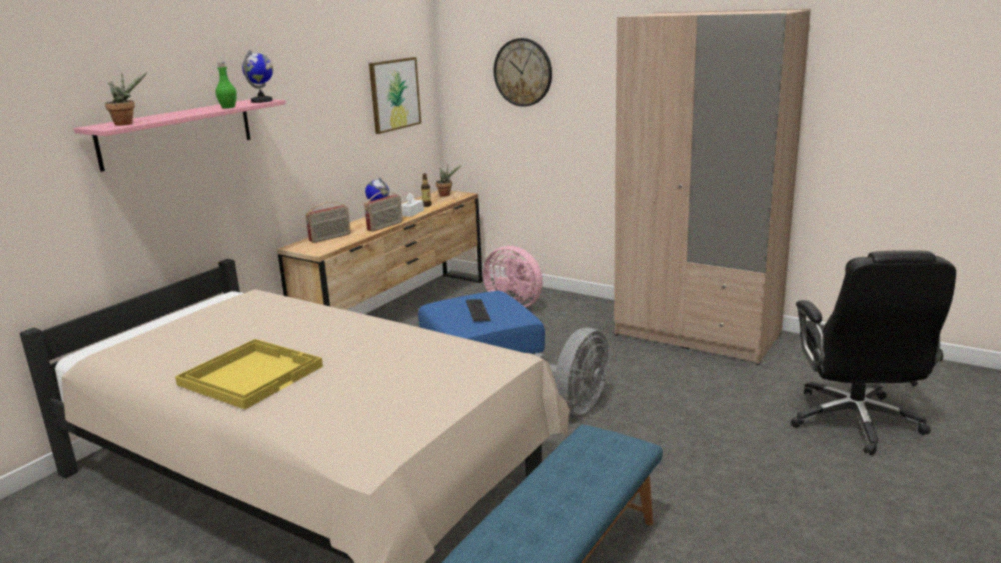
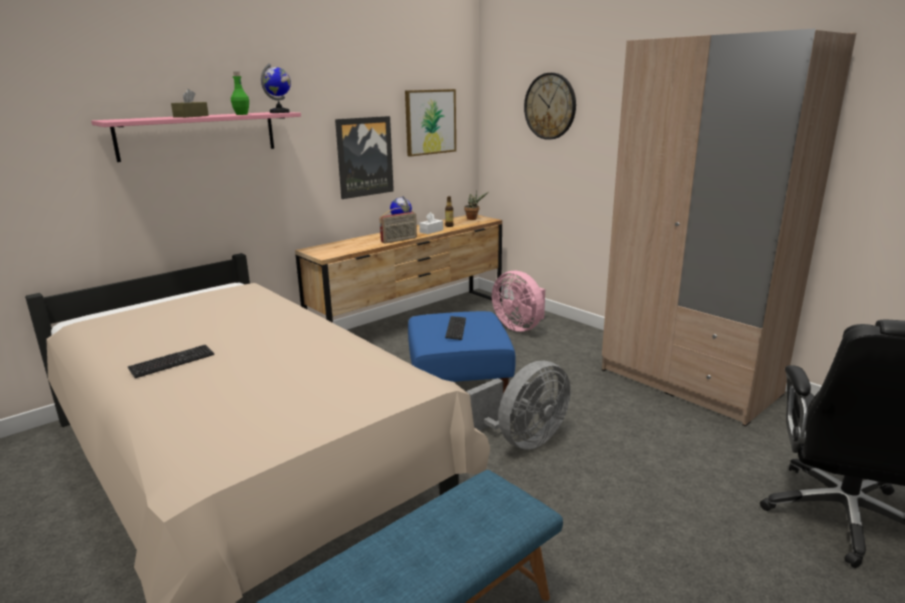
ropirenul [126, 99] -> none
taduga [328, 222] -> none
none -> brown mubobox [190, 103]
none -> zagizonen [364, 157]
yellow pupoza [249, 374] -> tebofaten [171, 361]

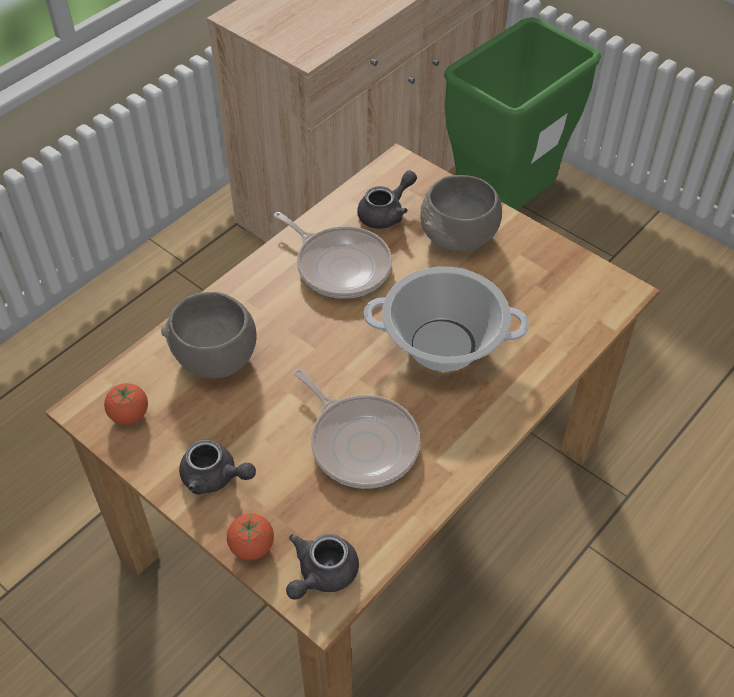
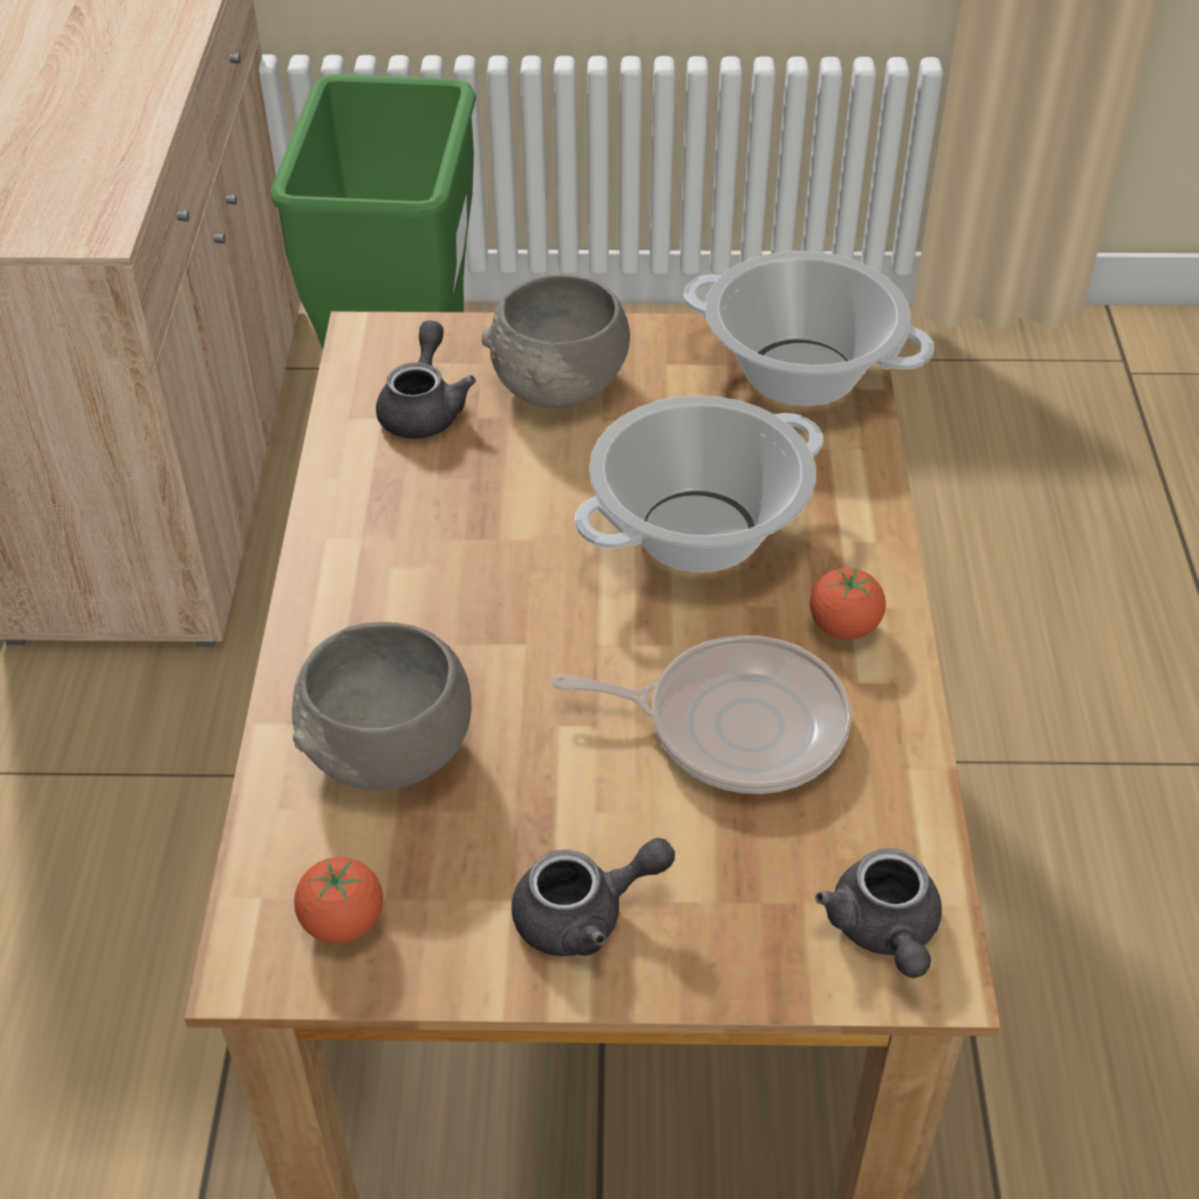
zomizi [333, 255] -> none
none -> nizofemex [808, 328]
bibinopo [250, 536] -> bibinopo [848, 603], move

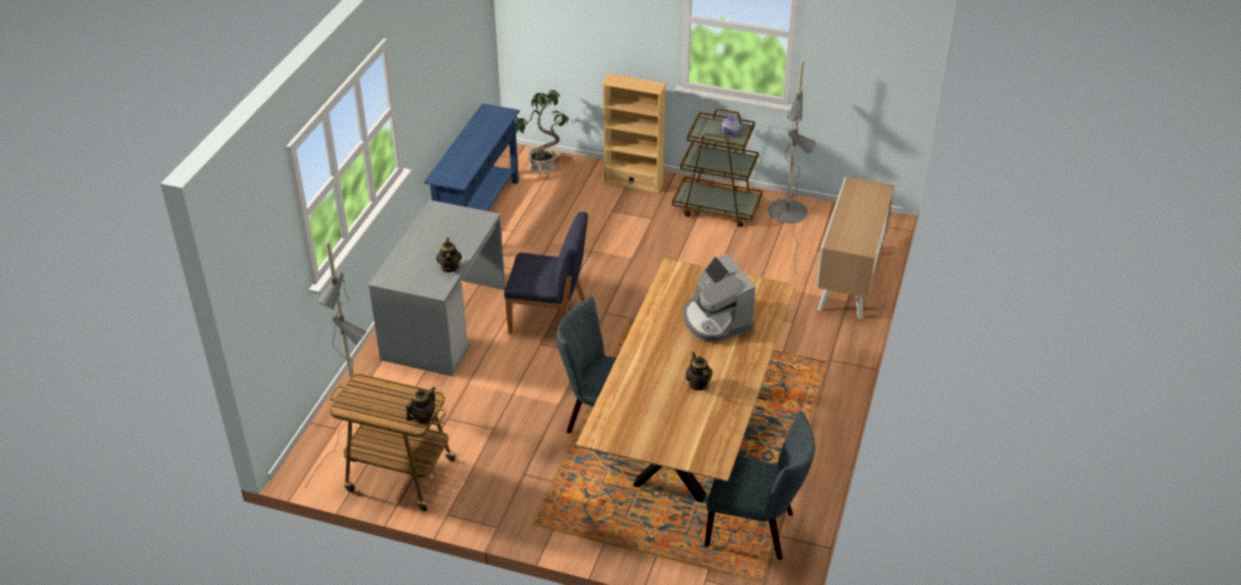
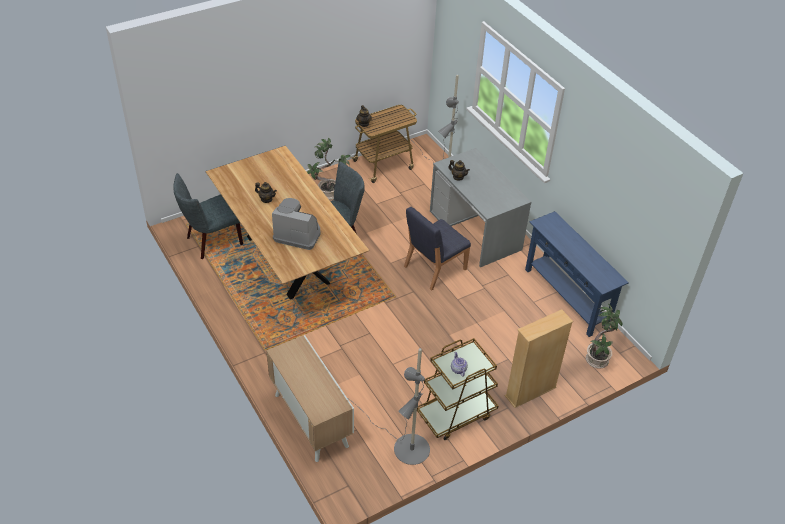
none -> ropirenul [329, 168]

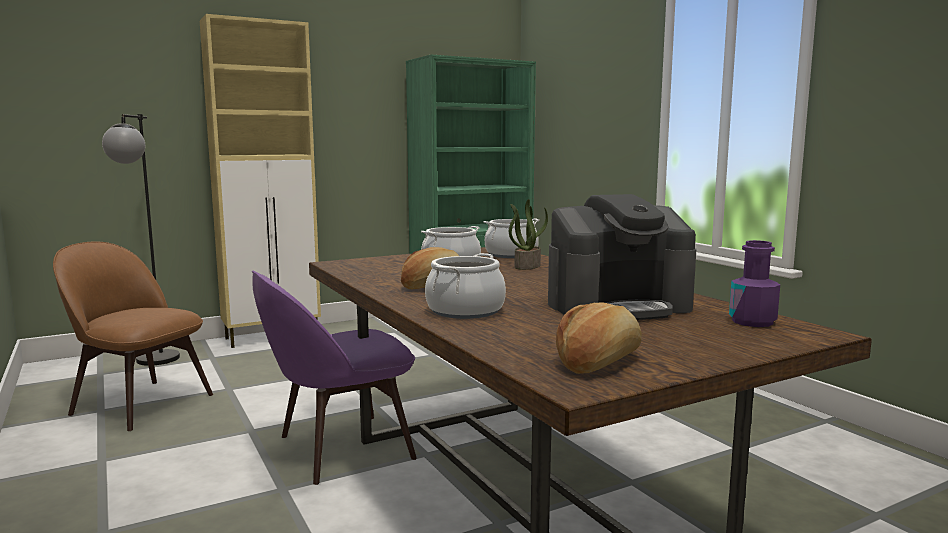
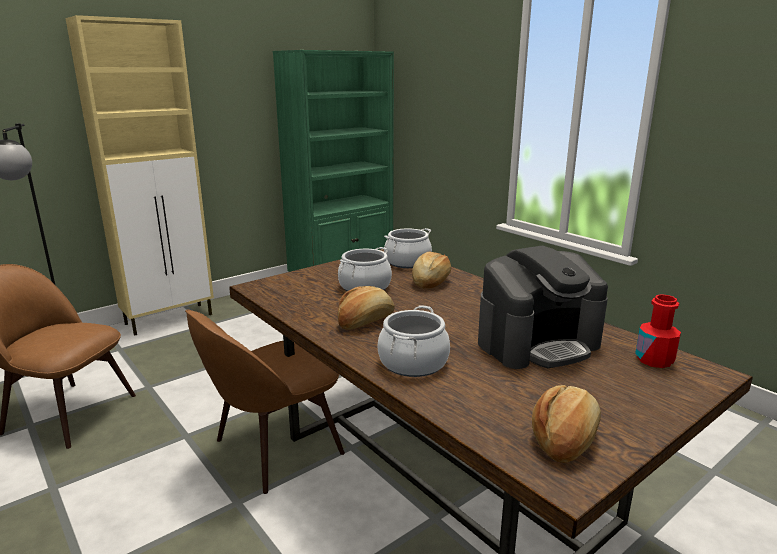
ropirenul [528, 234] -> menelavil [431, 270]
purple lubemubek [334, 378] -> brown lubemubek [265, 401]
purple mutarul [754, 283] -> red mutarul [658, 331]

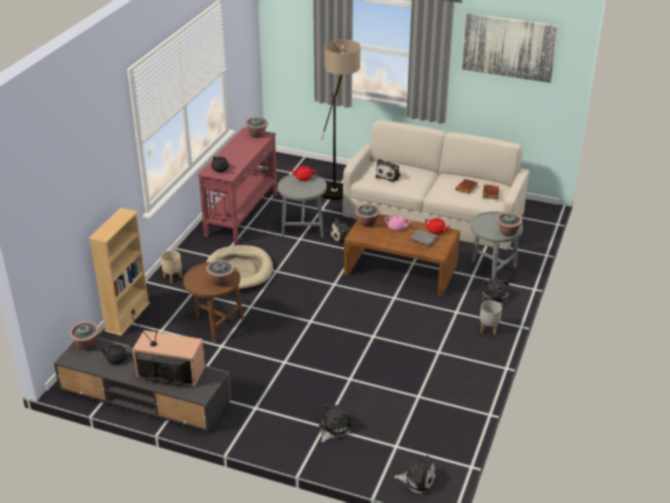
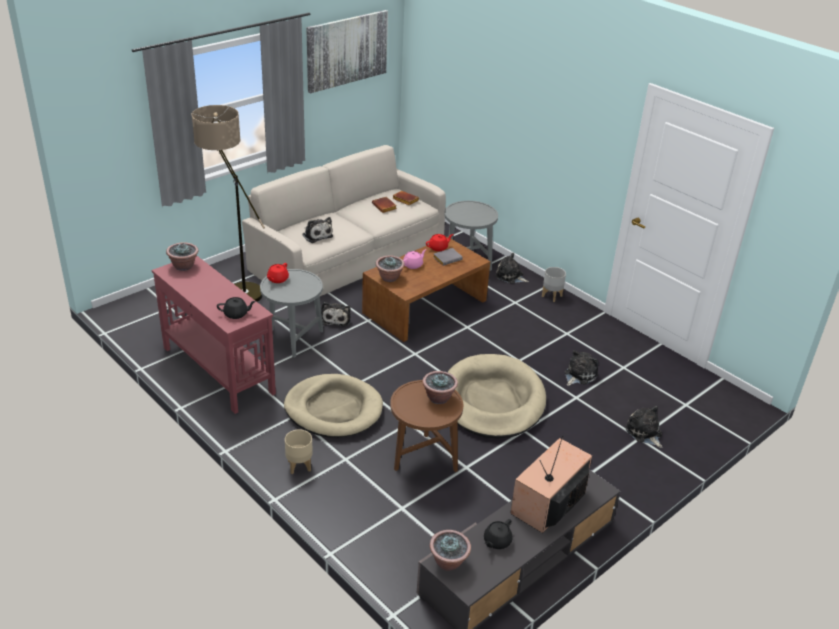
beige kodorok [119, 272] -> none
ropirenul [509, 224] -> none
none -> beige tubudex [497, 396]
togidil [415, 474] -> togidil [581, 368], move

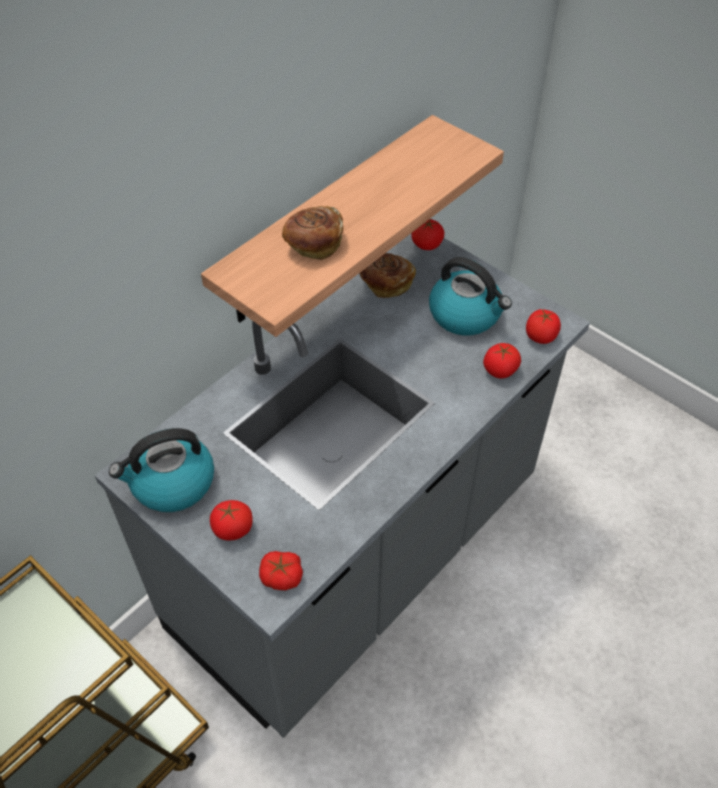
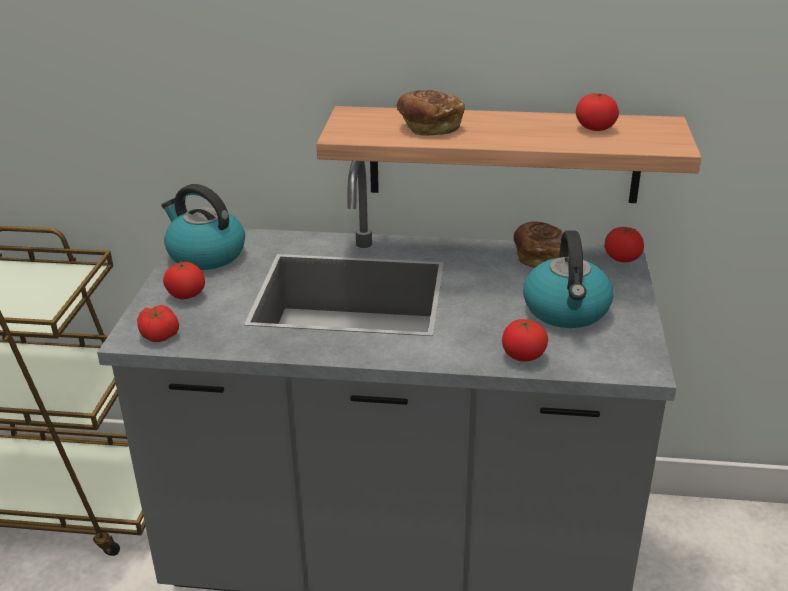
bibinopo [543, 326] -> bibinopo [597, 112], move

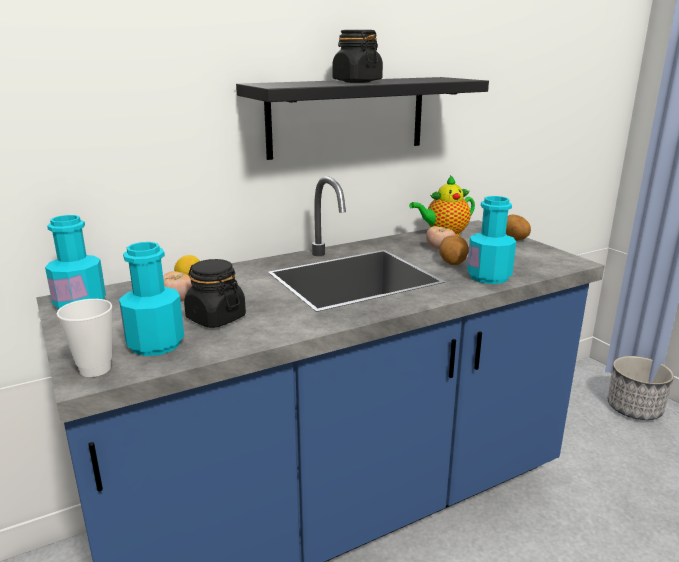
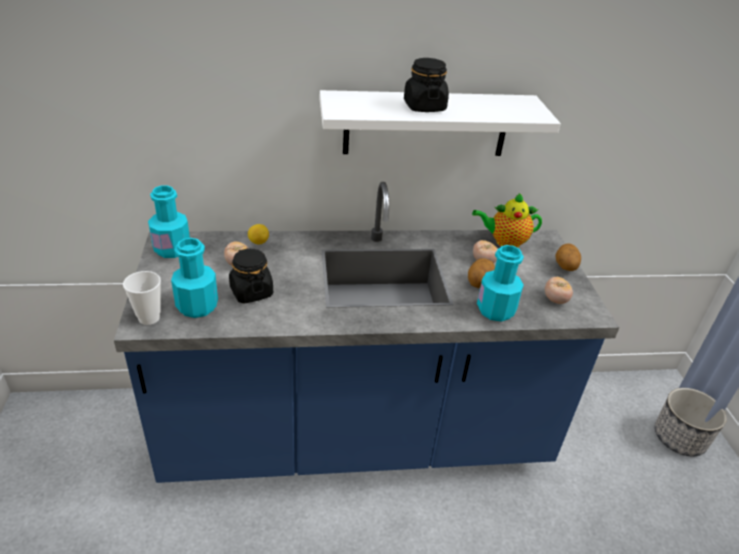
none -> bibinopo [559, 290]
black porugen [362, 118] -> white porugen [440, 123]

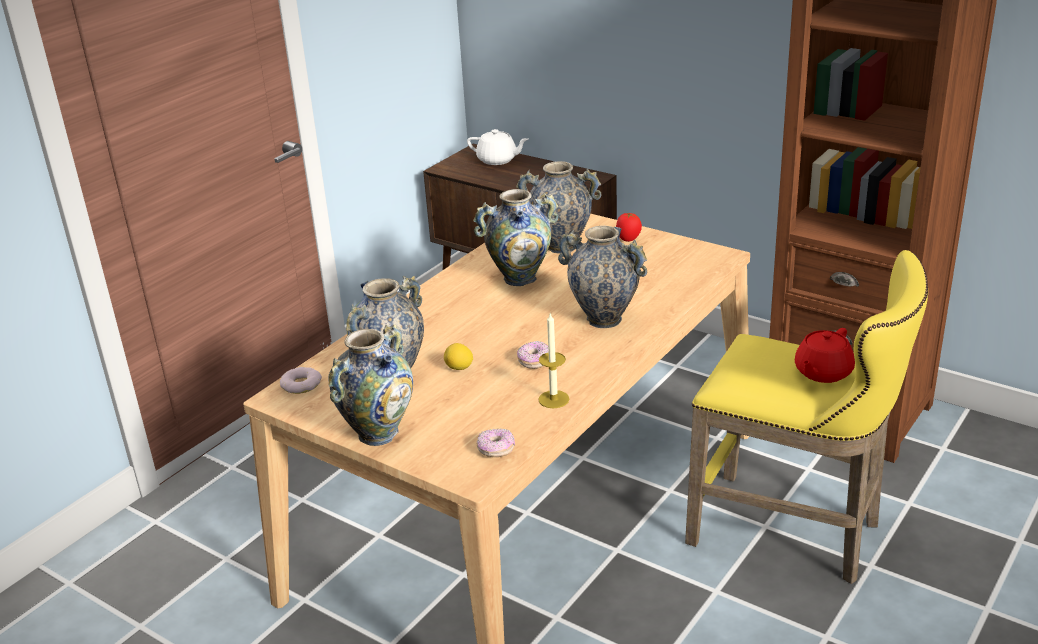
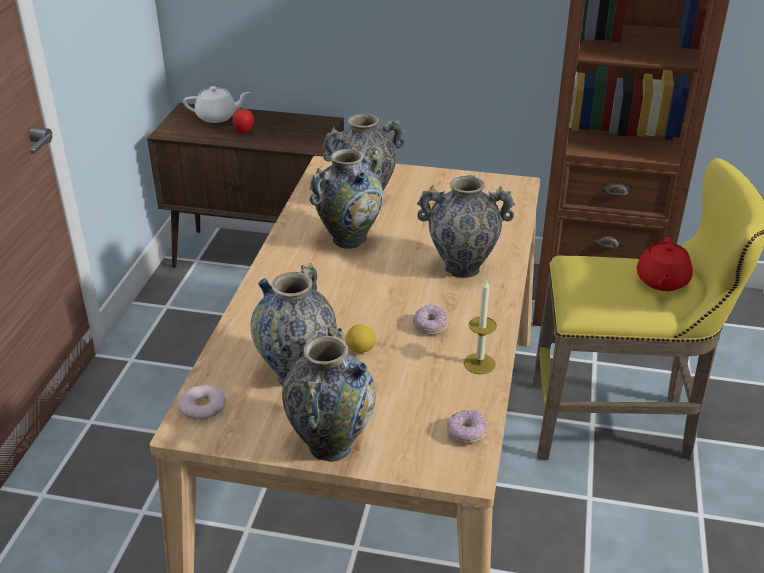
bibinopo [629, 227] -> bibinopo [243, 121], move

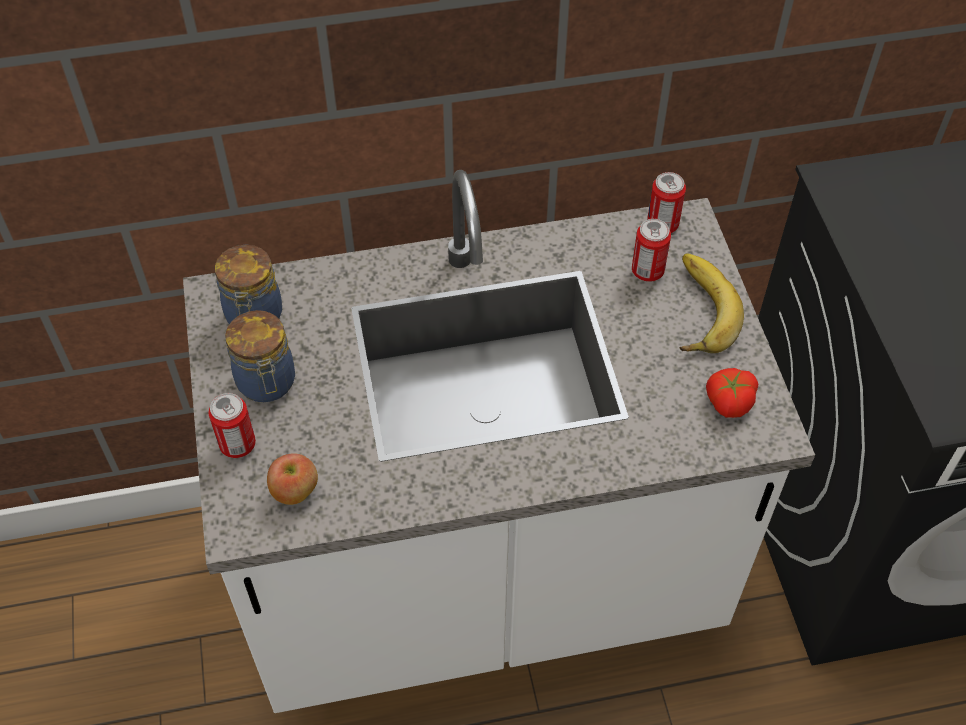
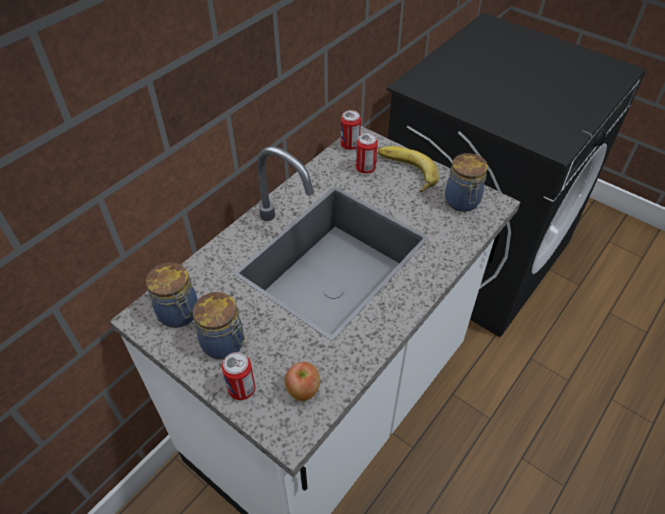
bibinopo [732, 393] -> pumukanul [466, 182]

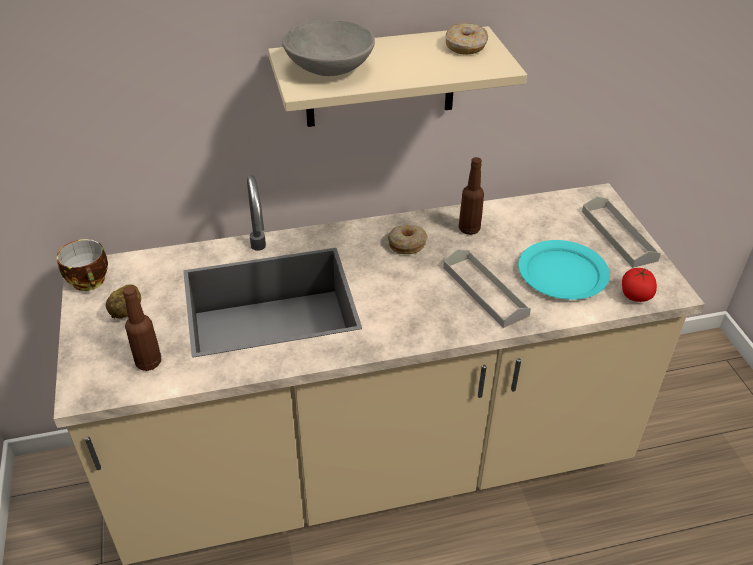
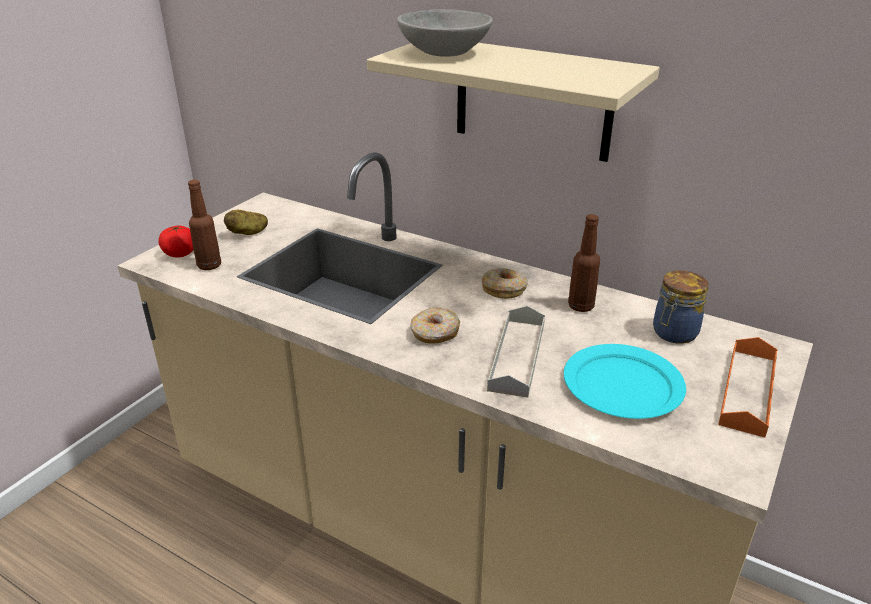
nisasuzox [82, 265] -> none
none -> pumukanul [681, 307]
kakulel [466, 38] -> kakulel [435, 326], move
bibinopo [639, 285] -> bibinopo [175, 241], move
grey pupoza [621, 232] -> orange pupoza [748, 387]

